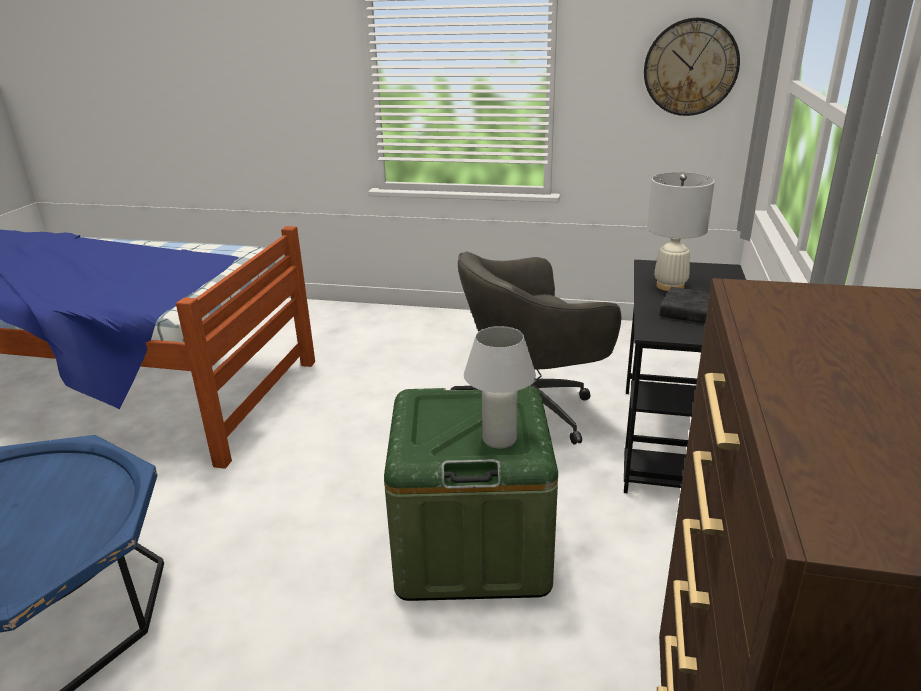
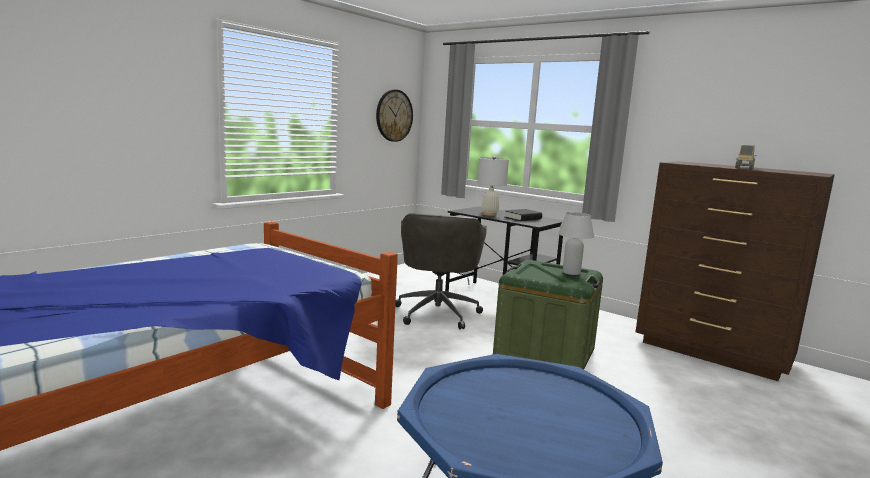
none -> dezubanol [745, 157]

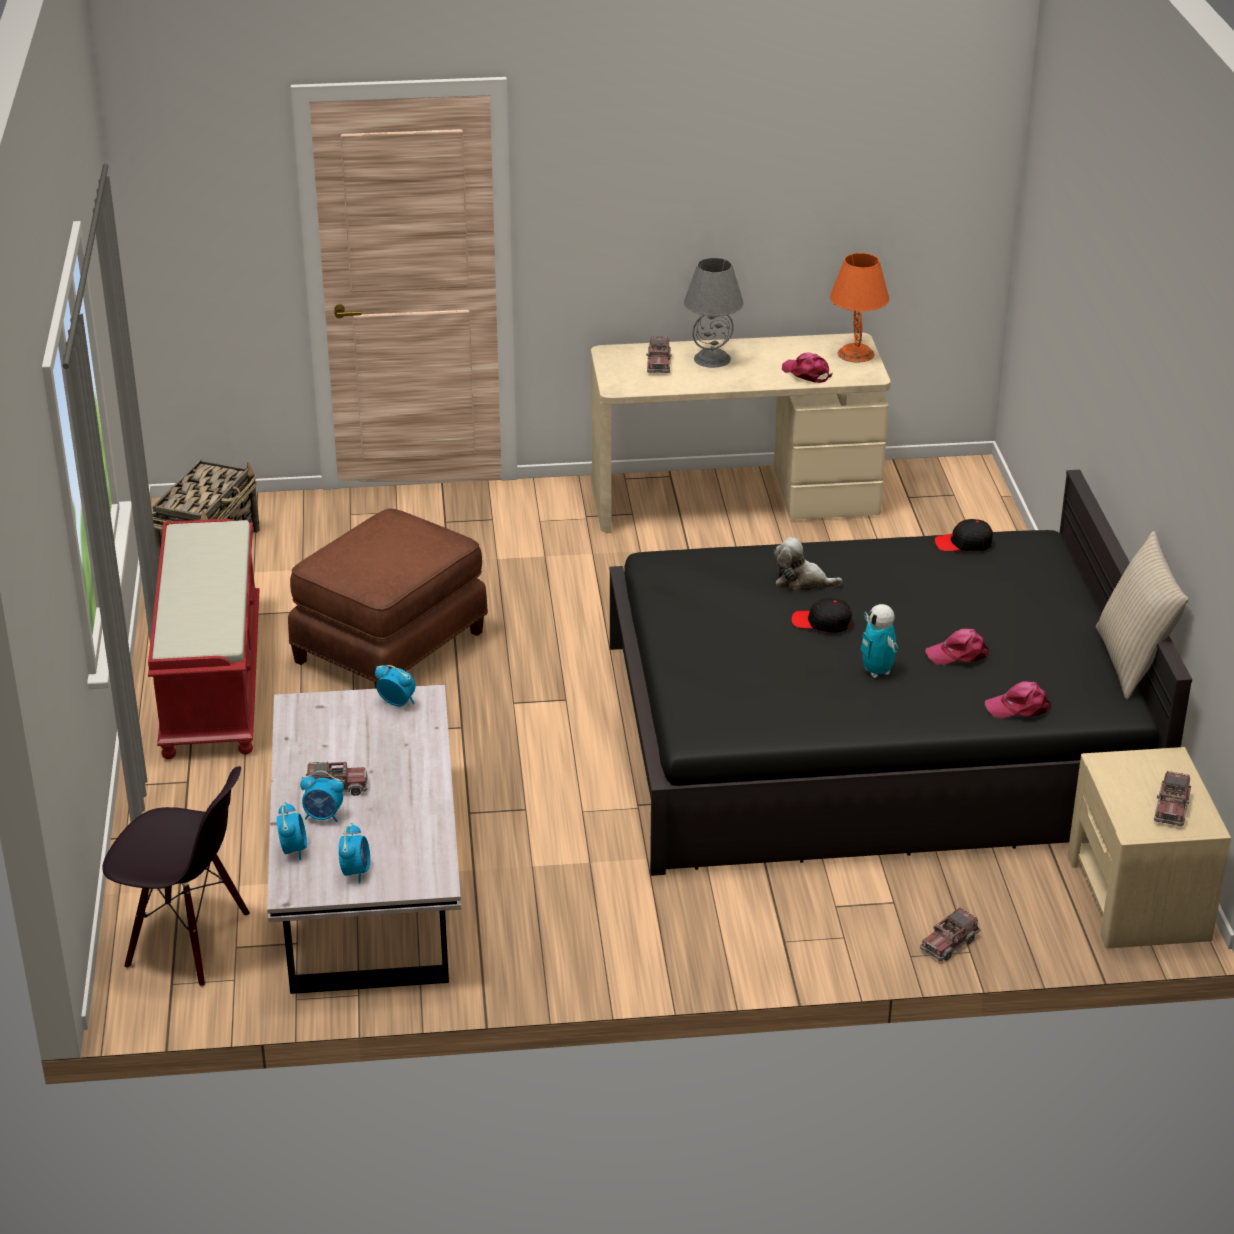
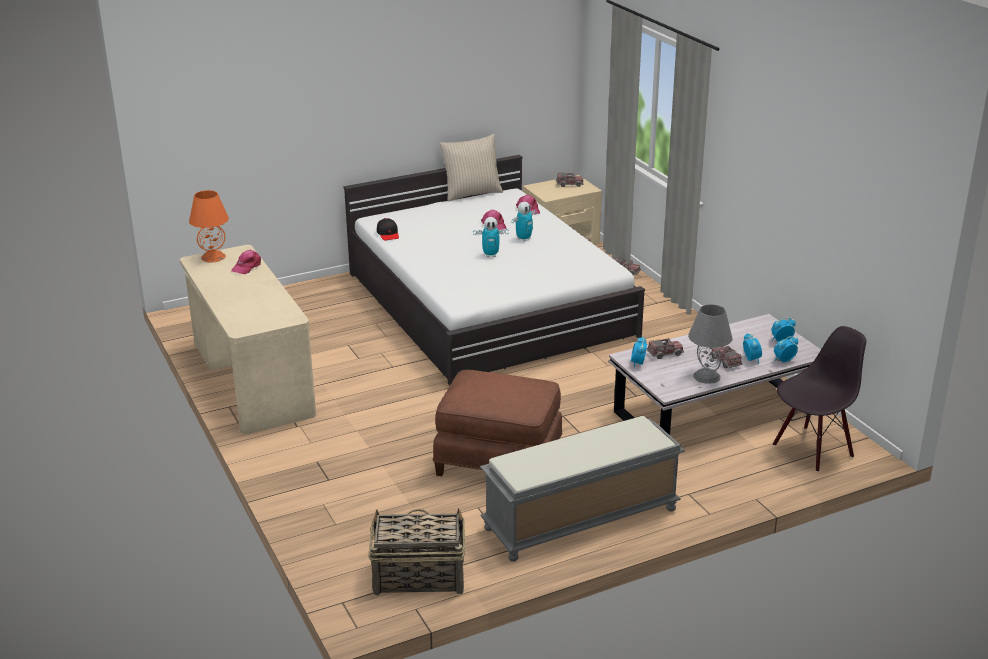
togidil [808, 564] -> none
dezubanol [658, 355] -> dezubanol [665, 348], move
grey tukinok [714, 313] -> grey tukinok [710, 344], move
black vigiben [821, 615] -> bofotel [491, 237]
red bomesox [204, 639] -> grey bomesox [582, 489]
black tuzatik [901, 673] -> white tuzatik [494, 270]
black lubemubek [176, 876] -> black lubemubek [819, 399], 60 degrees clockwise

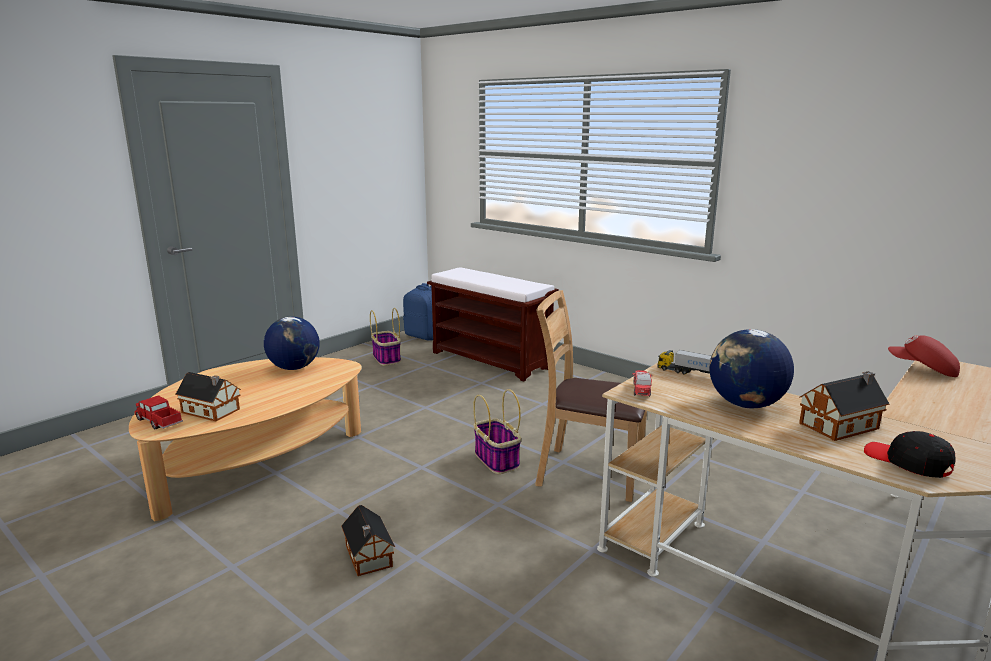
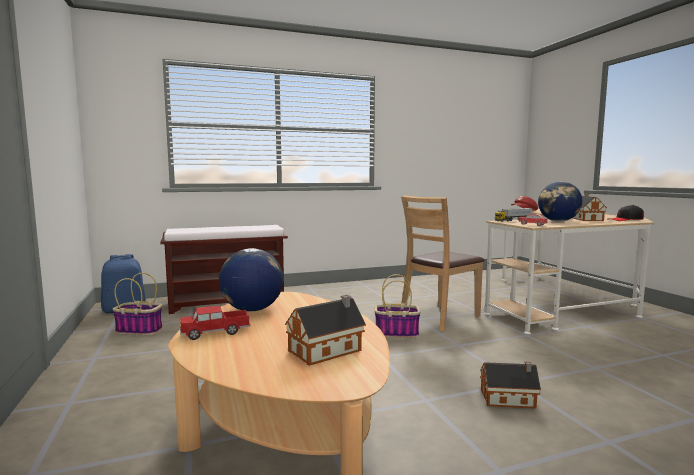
dezubanol [159, 412] -> dezubanol [215, 323], move

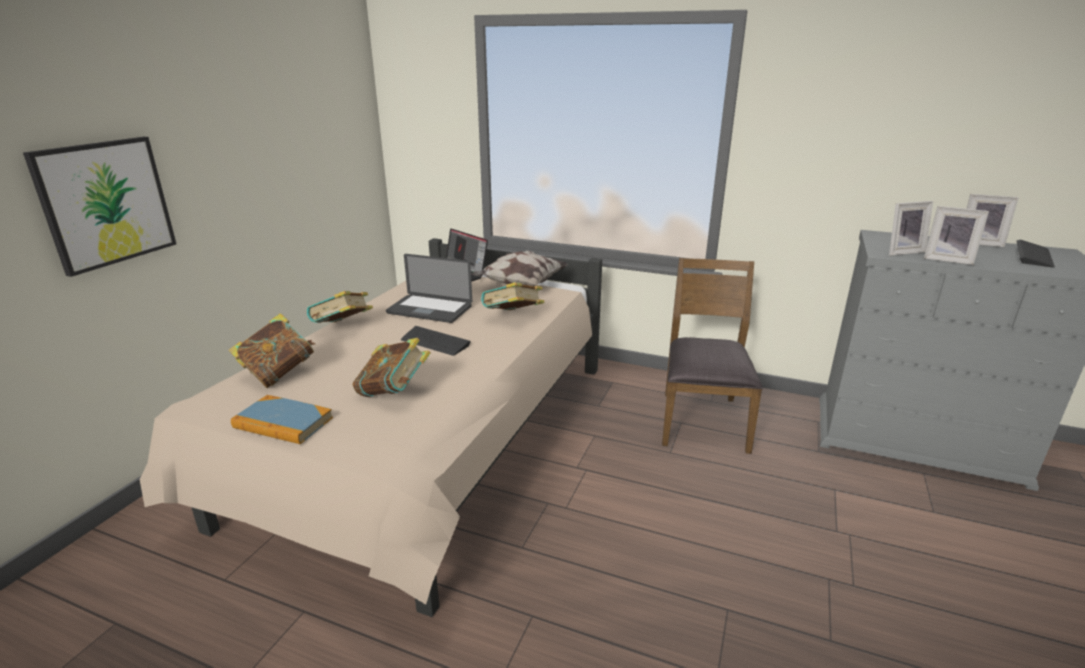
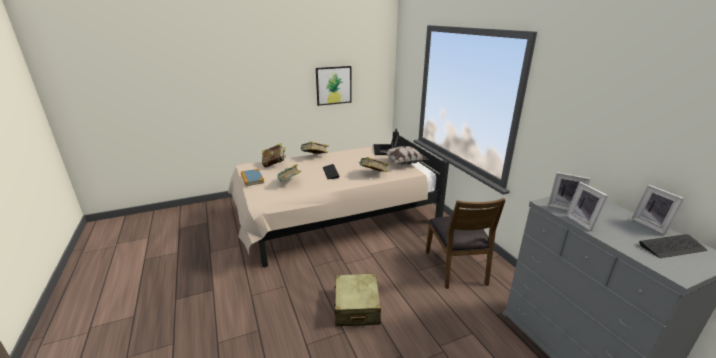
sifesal [429, 288] -> none
none -> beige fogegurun [357, 299]
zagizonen [99, 207] -> zagizonen [334, 86], move
brown lubemubek [712, 356] -> brown lubemubek [466, 243], 120 degrees clockwise

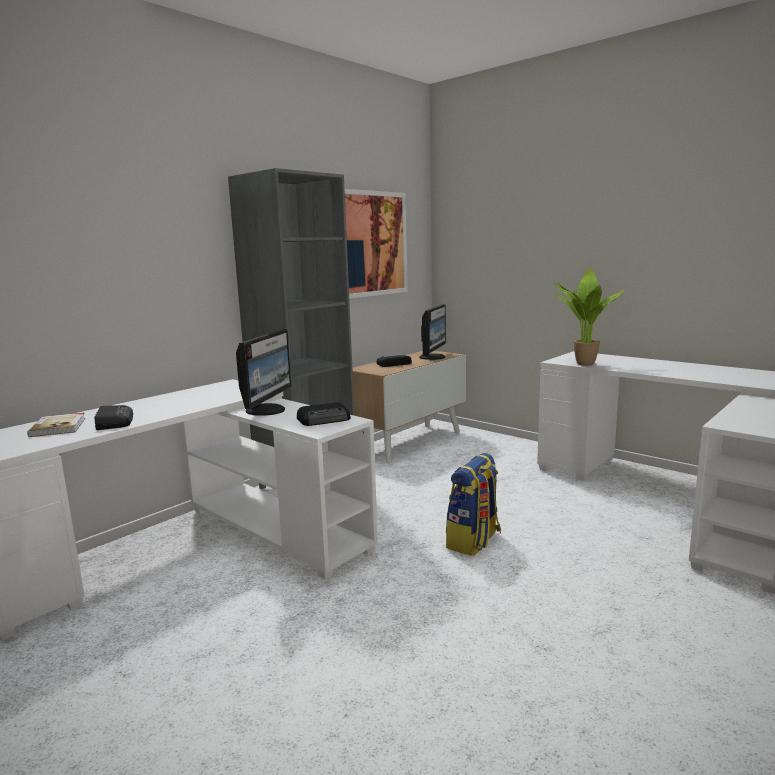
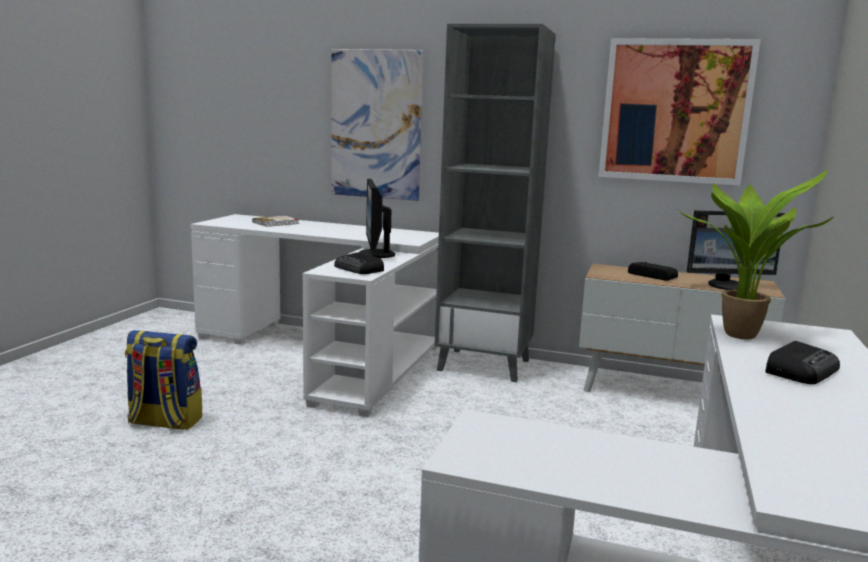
none -> zagizonen [377, 125]
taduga [114, 417] -> taduga [802, 362], move
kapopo [473, 504] -> kapopo [163, 380], move
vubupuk [264, 372] -> vubupuk [376, 218], 90 degrees clockwise

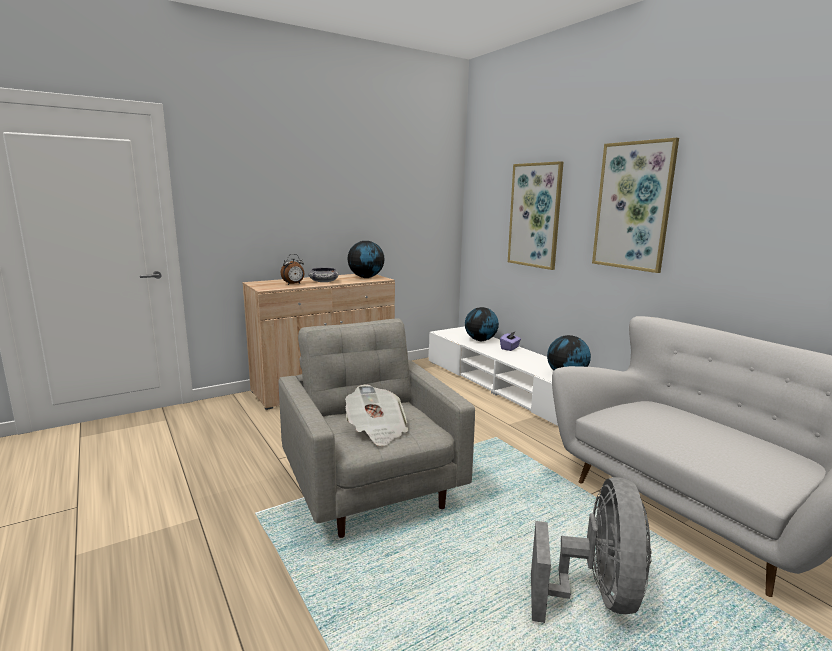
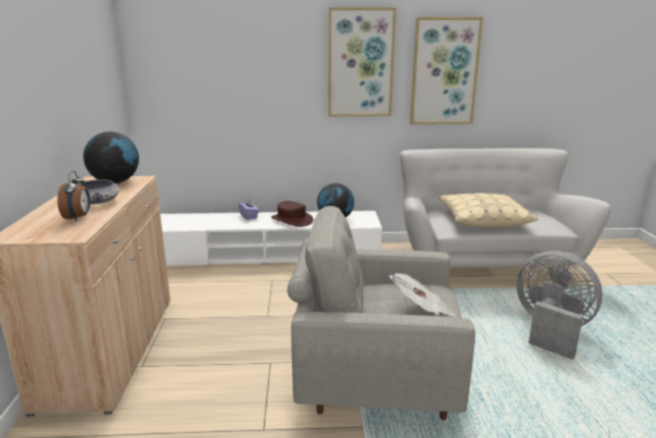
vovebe [482, 324] -> none
none -> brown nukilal [292, 214]
none -> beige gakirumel [488, 210]
zagizonen [535, 215] -> zagizonen [446, 70], move

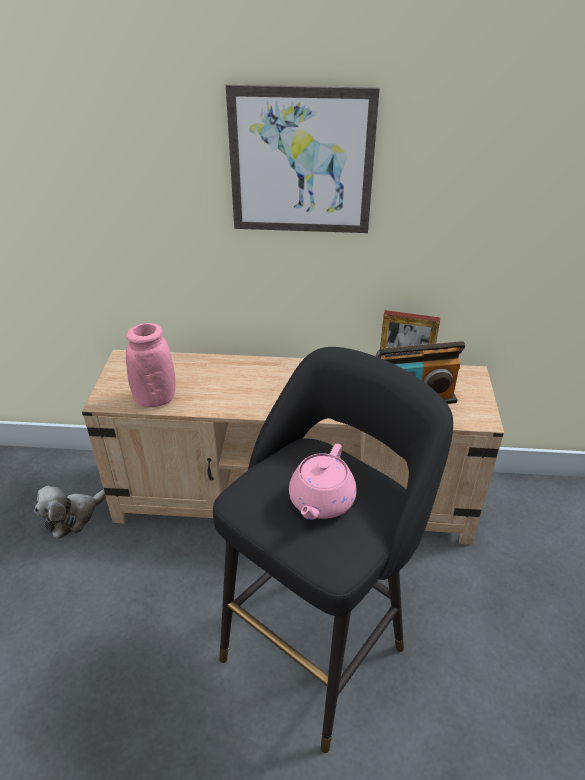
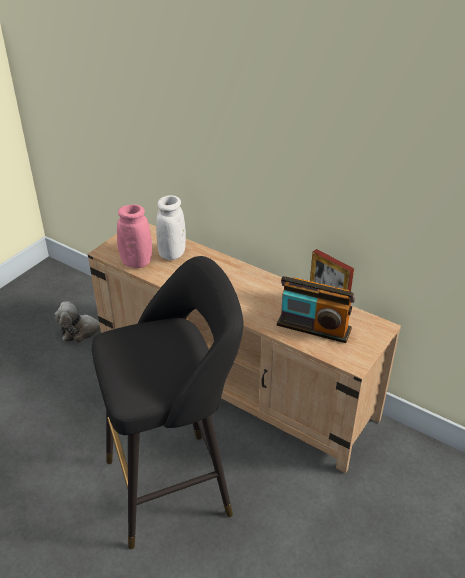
zagizonen [302, 159] -> none
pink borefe [323, 482] -> none
none -> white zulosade [171, 227]

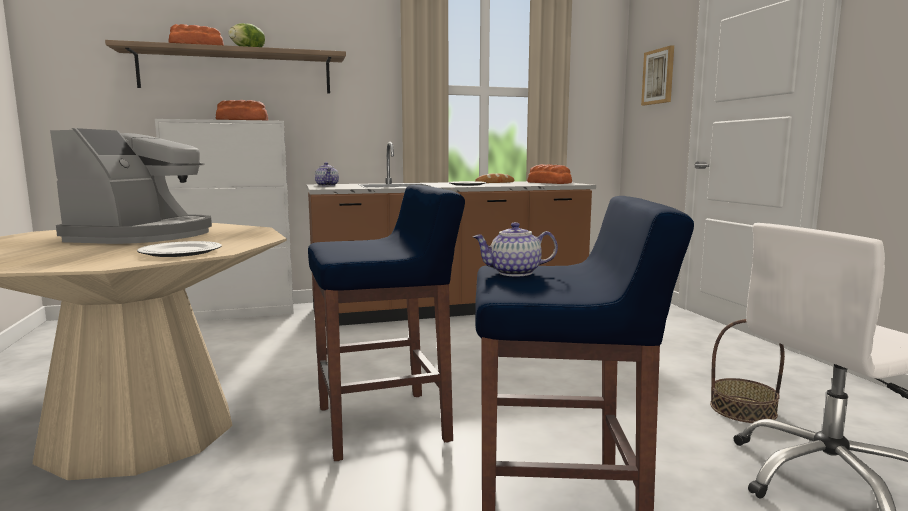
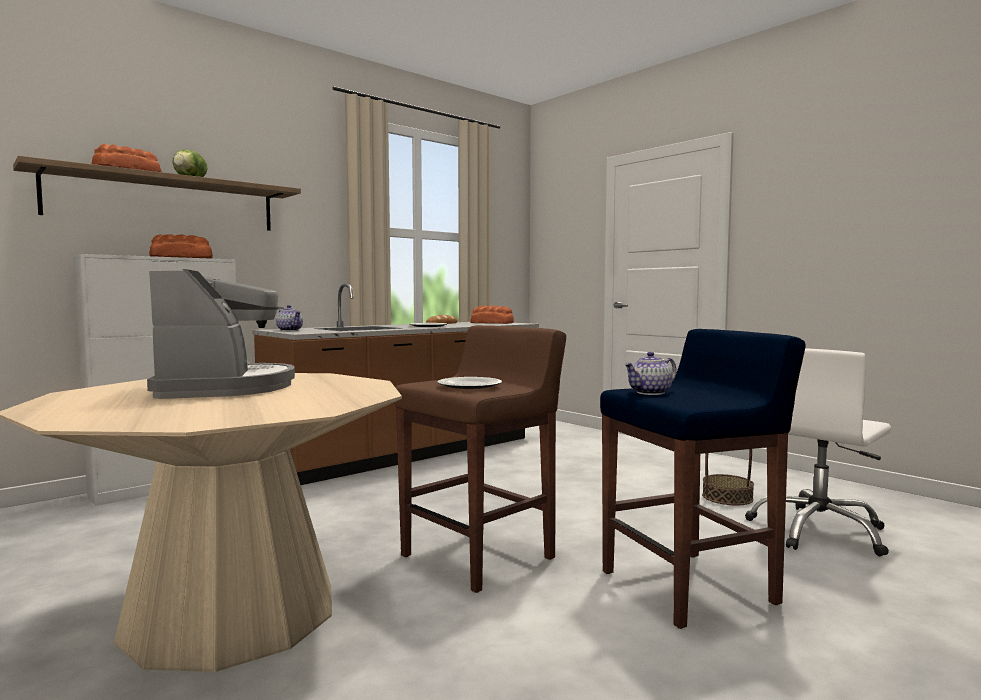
zagizonen [657, 75] -> none
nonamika [179, 249] -> nonamika [469, 383], move
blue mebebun [386, 323] -> brown mebebun [480, 459]

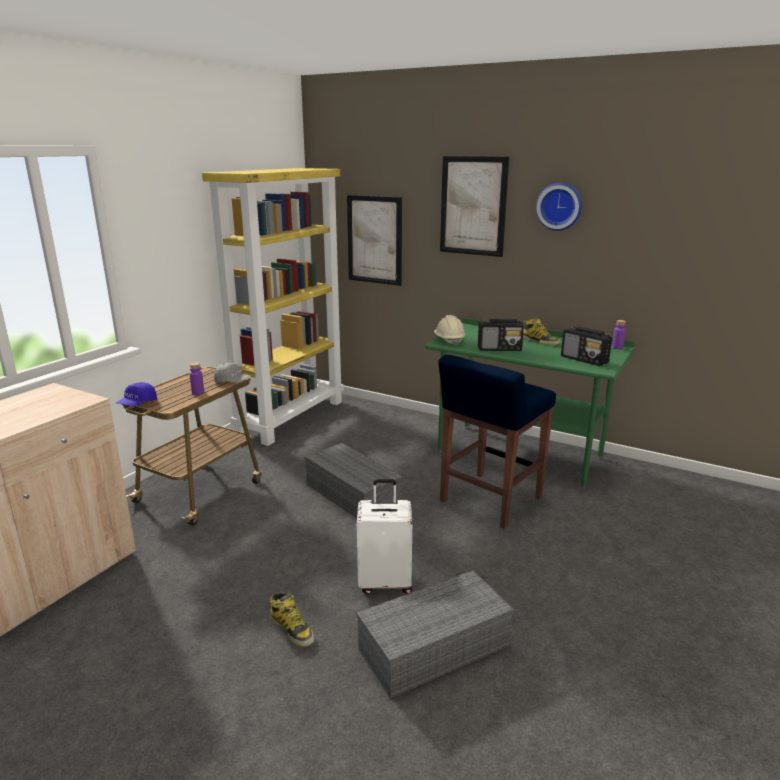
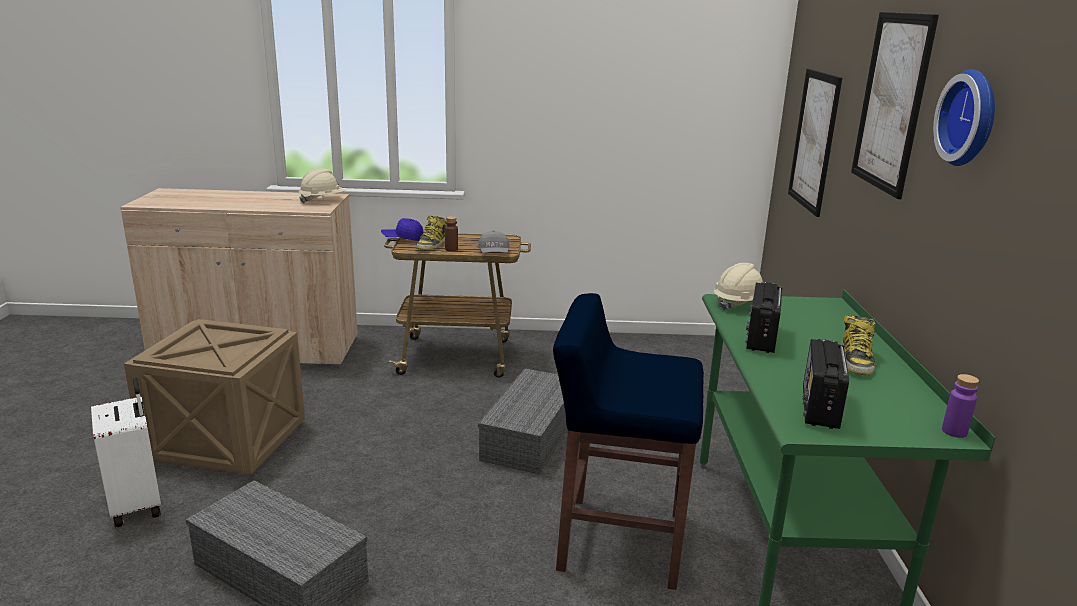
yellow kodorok [273, 307] -> none
none -> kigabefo [214, 397]
none -> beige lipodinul [322, 186]
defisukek [292, 620] -> defisukek [431, 232], move
white fogegurun [384, 536] -> white fogegurun [126, 452], move
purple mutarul [197, 378] -> brown mutarul [451, 233]
taduga [501, 335] -> taduga [764, 317], 45 degrees clockwise

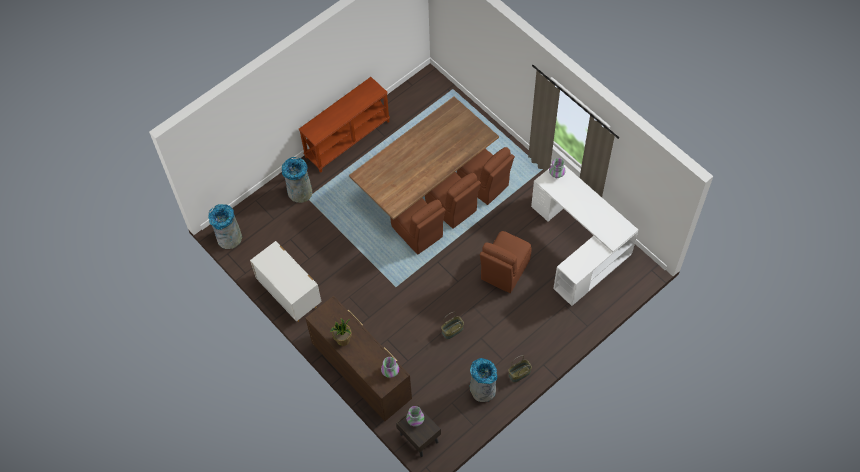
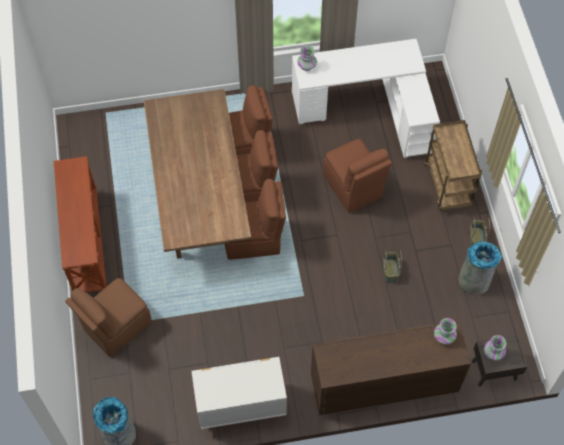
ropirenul [341, 332] -> none
none -> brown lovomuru [453, 165]
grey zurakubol [297, 180] -> brown lubemubek [108, 317]

